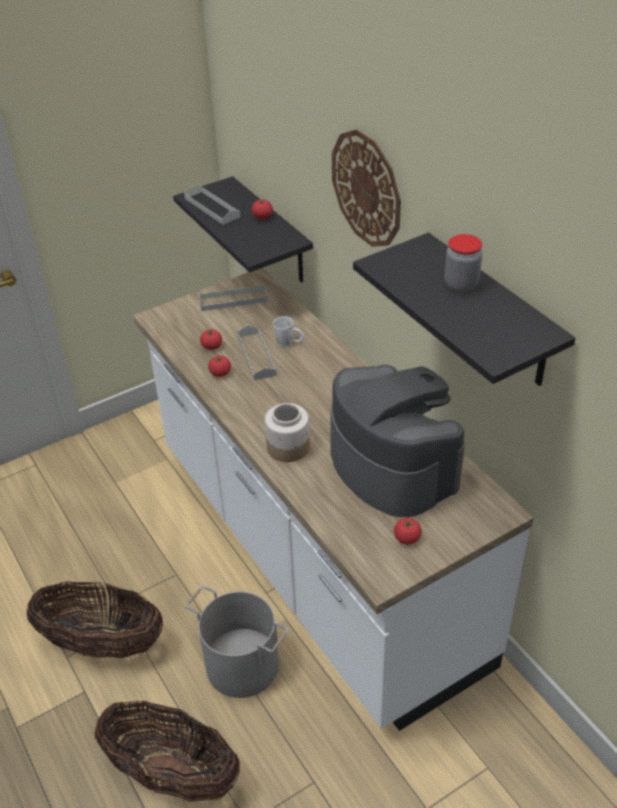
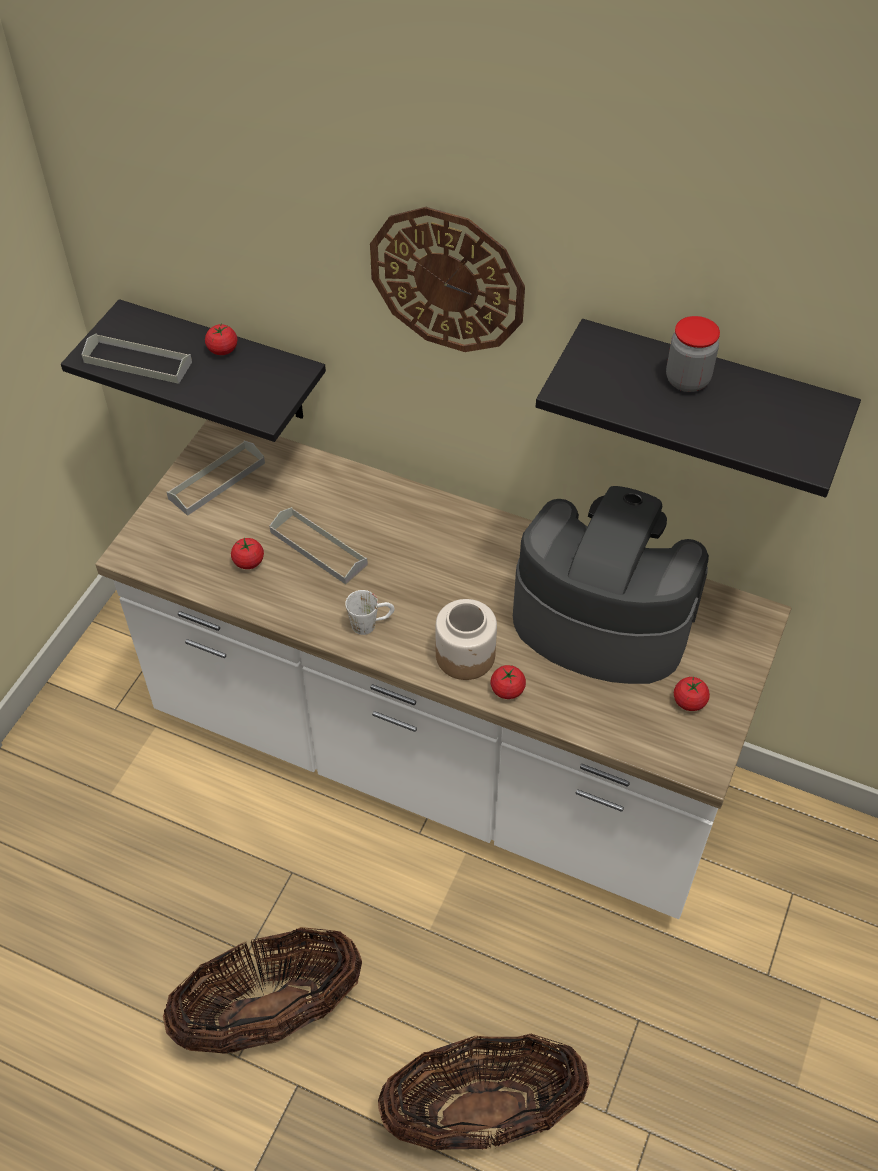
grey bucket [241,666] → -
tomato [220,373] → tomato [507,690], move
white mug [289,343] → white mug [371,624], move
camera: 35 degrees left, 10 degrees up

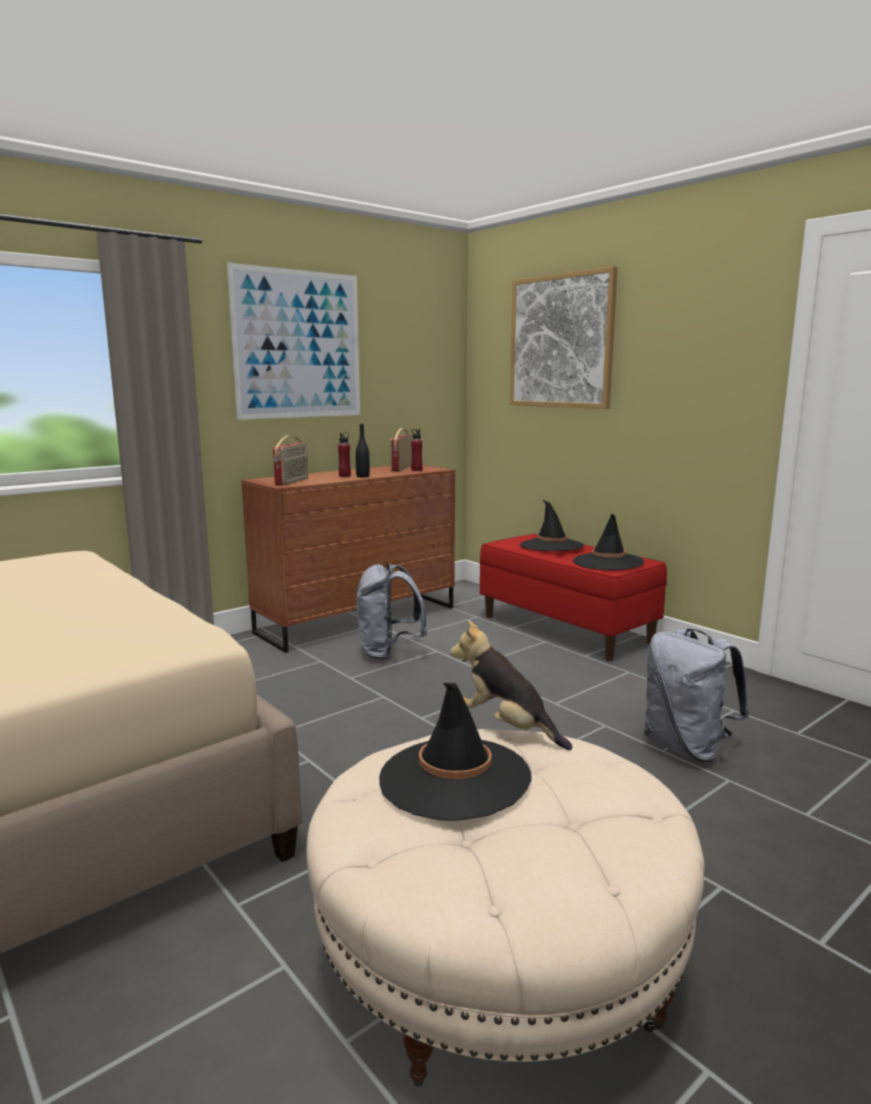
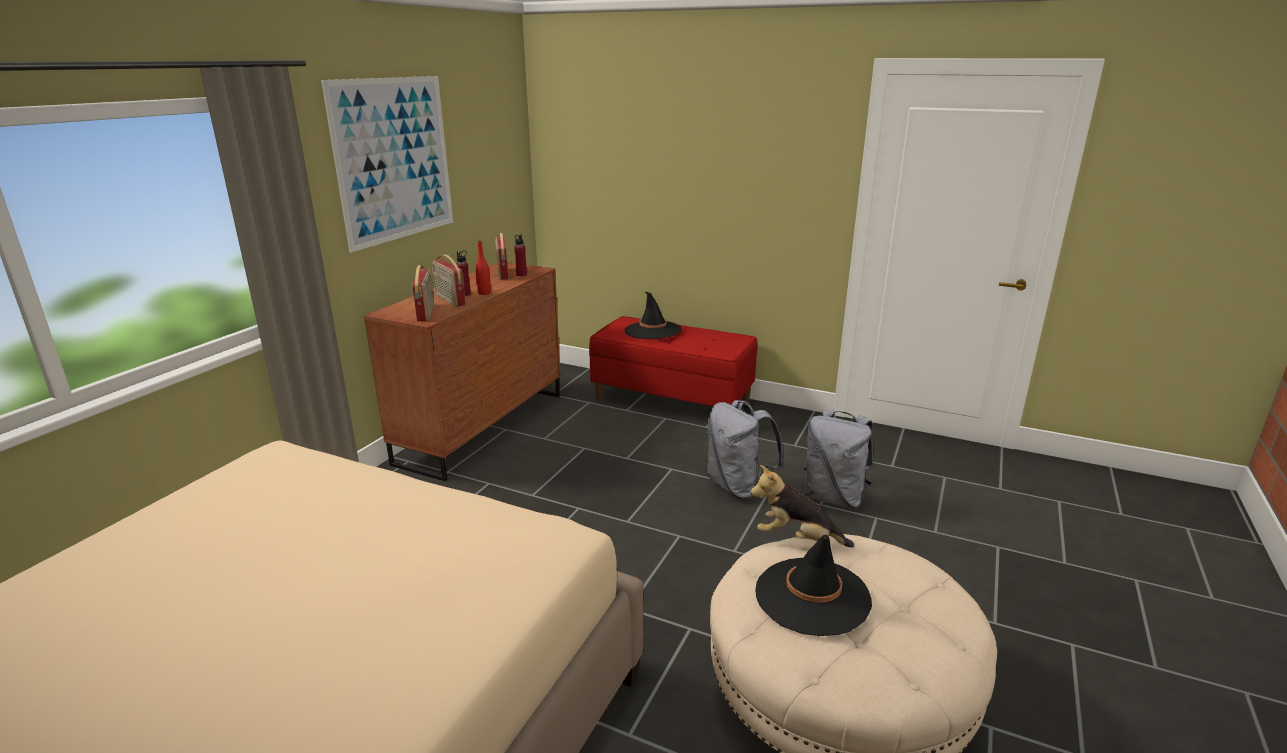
black bottle [362,476] → red bottle [484,293]
grey backpack [388,653] → grey backpack [738,487], move
picture [561,341] → -
black hat [608,562] → -
- → radio [449,300]
camera: 25 degrees left, 10 degrees up

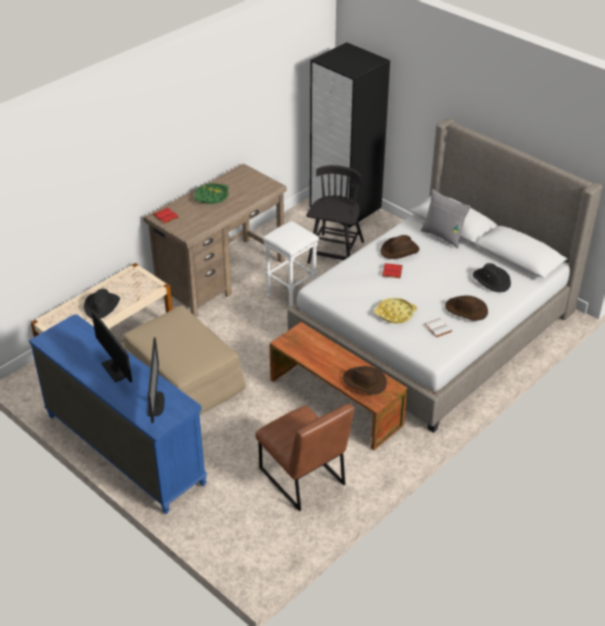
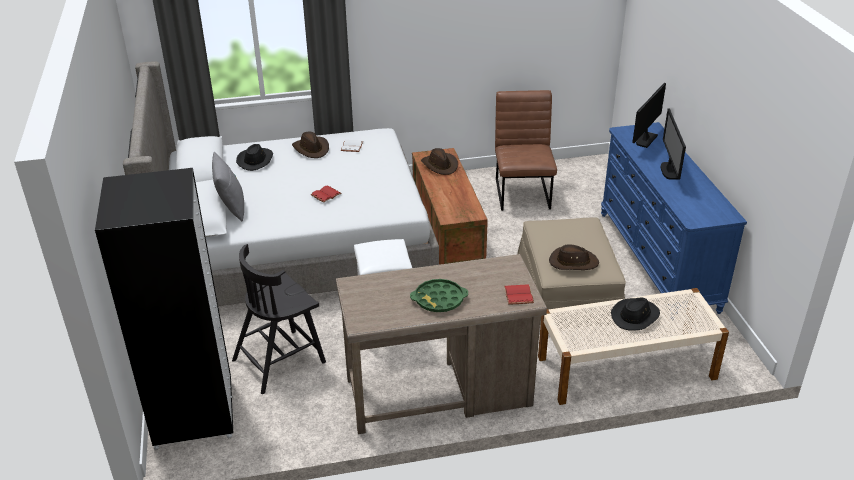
yellow tray [395,314] → -
brown hat [399,250] → brown hat [573,262], move
camera: 145 degrees left, 5 degrees down

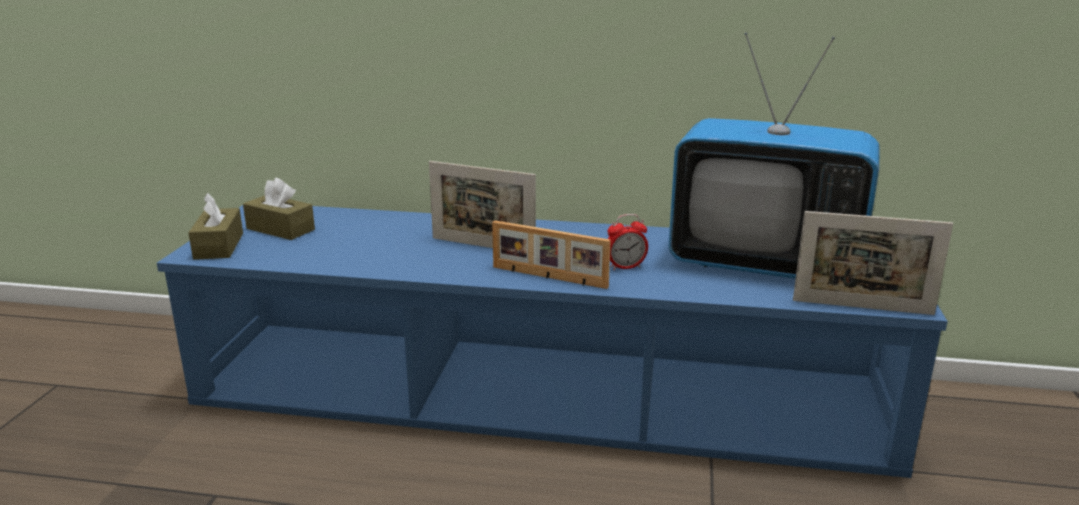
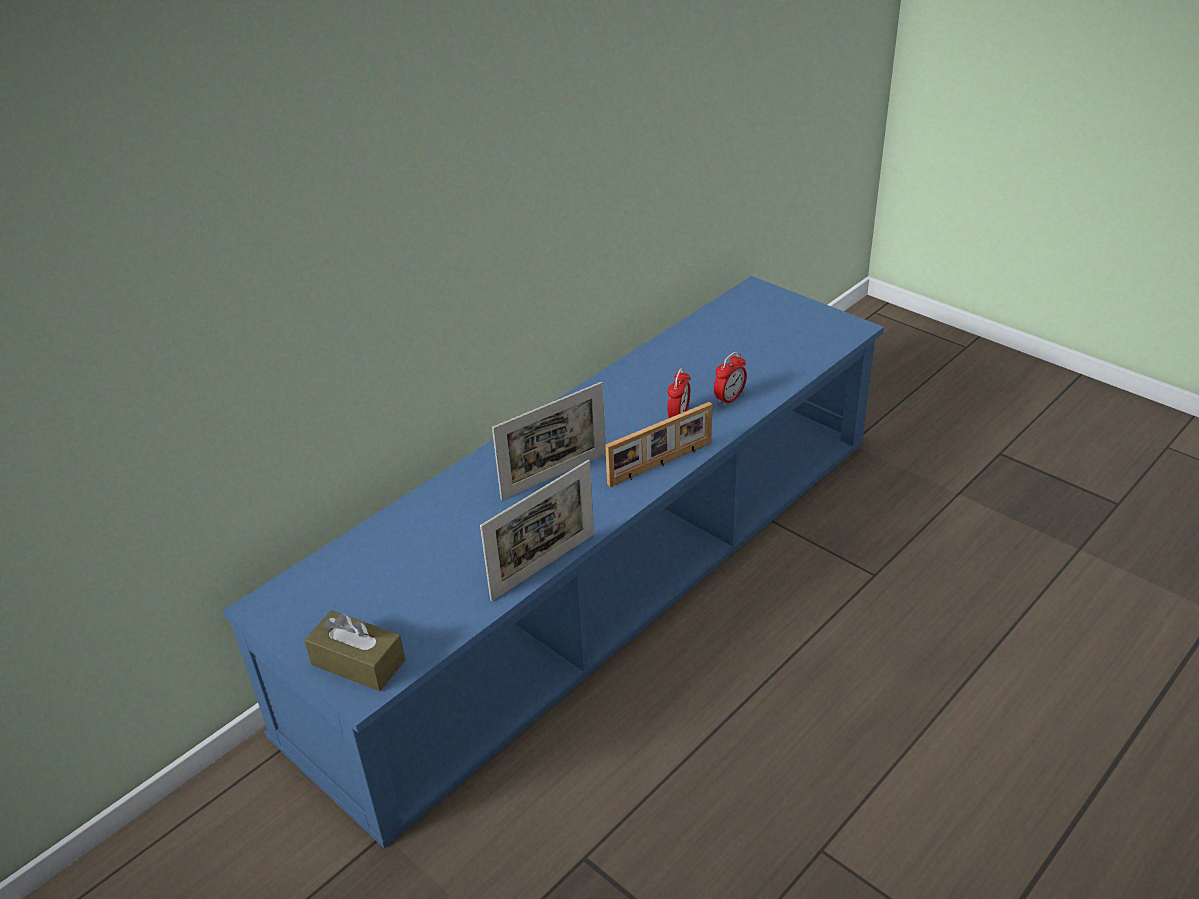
brown tissue box [280,229] → -
television [764,264] → -
picture frame [862,307] → picture frame [543,566], move
- → alarm clock [729,399]
camera: 55 degrees left, 15 degrees up

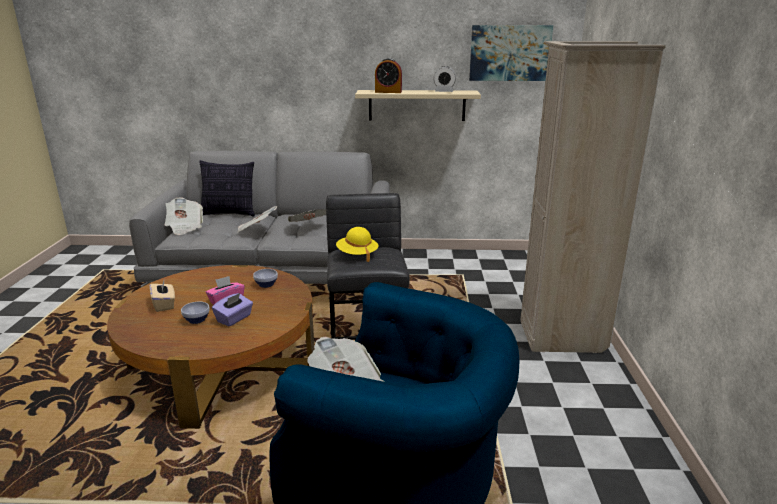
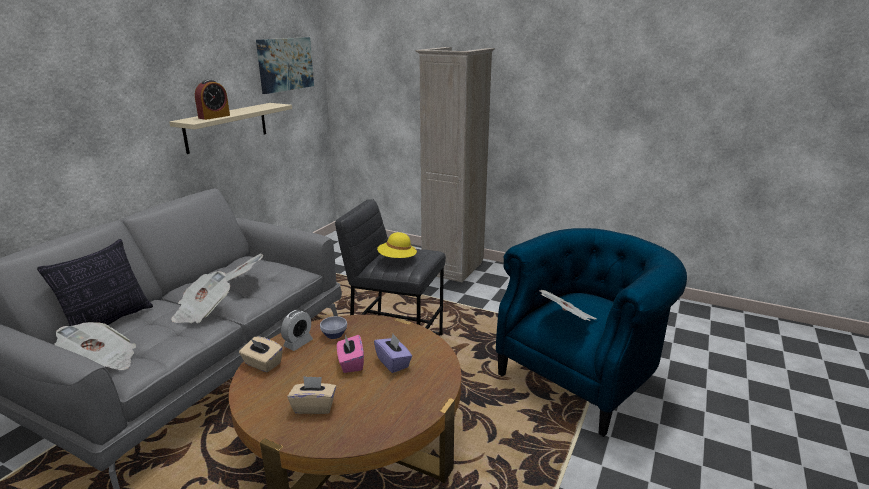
bowl [197,320] → -
alarm clock [444,91] → alarm clock [298,343], move
- → beige tissue box [262,364]
camera: 65 degrees left, 0 degrees up

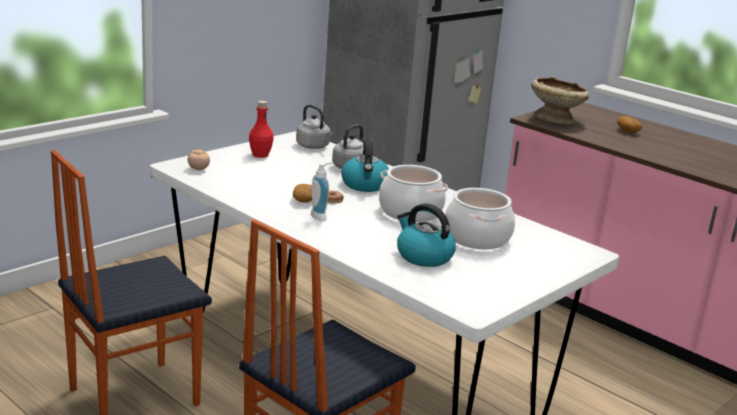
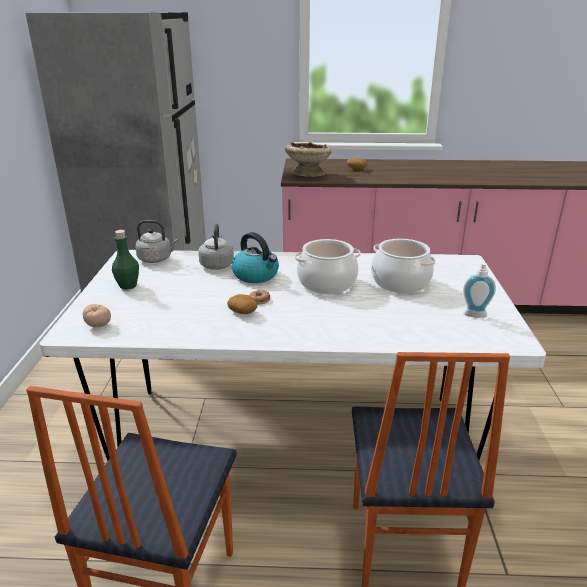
red bottle [260,155] → green bottle [128,286]
soap dispenser [321,216] → soap dispenser [474,313], move
kettle [423,256] → -
camera: 40 degrees left, 5 degrees up

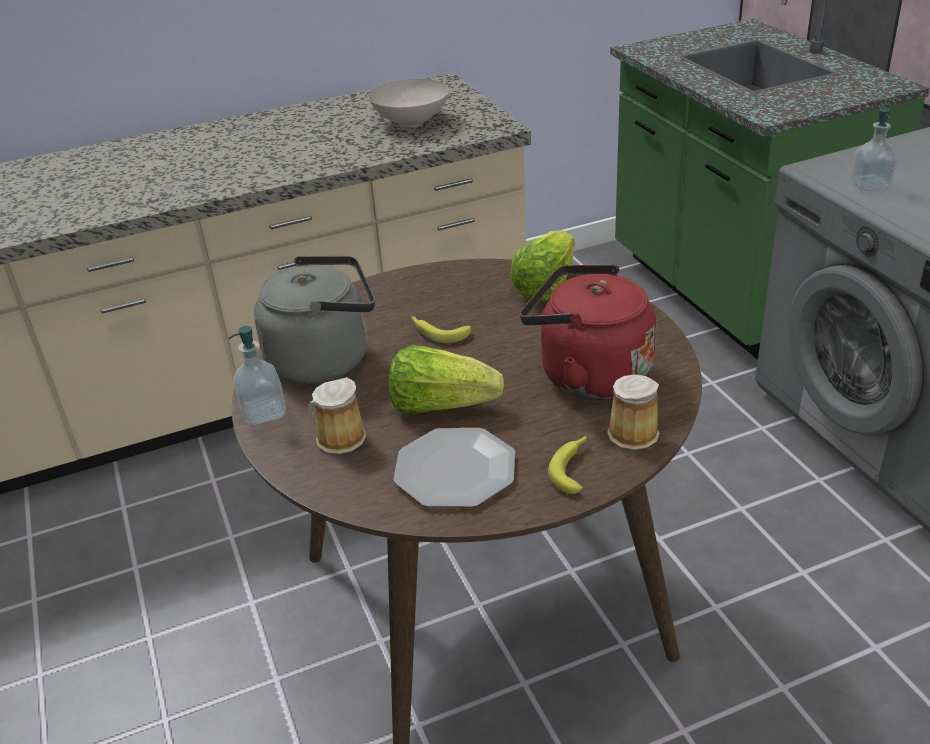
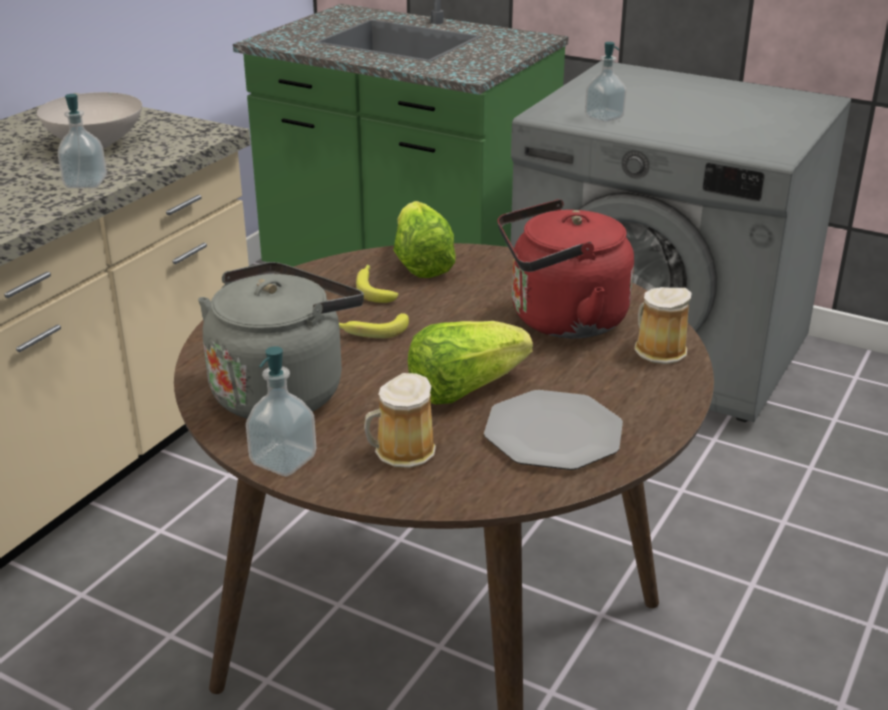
banana [573,468] → banana [374,288], move
- → soap dispenser [85,183]
camera: 40 degrees left, 5 degrees down

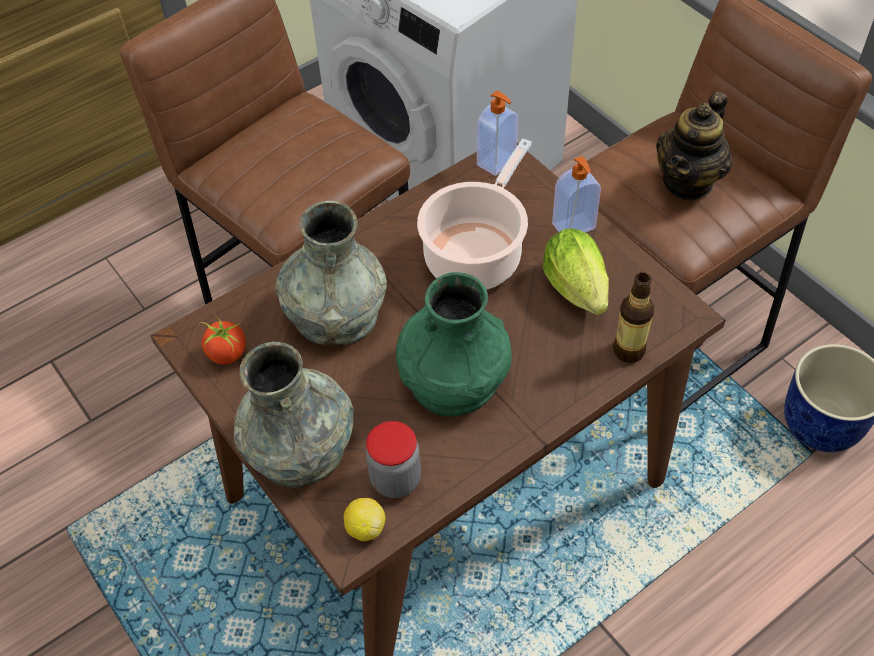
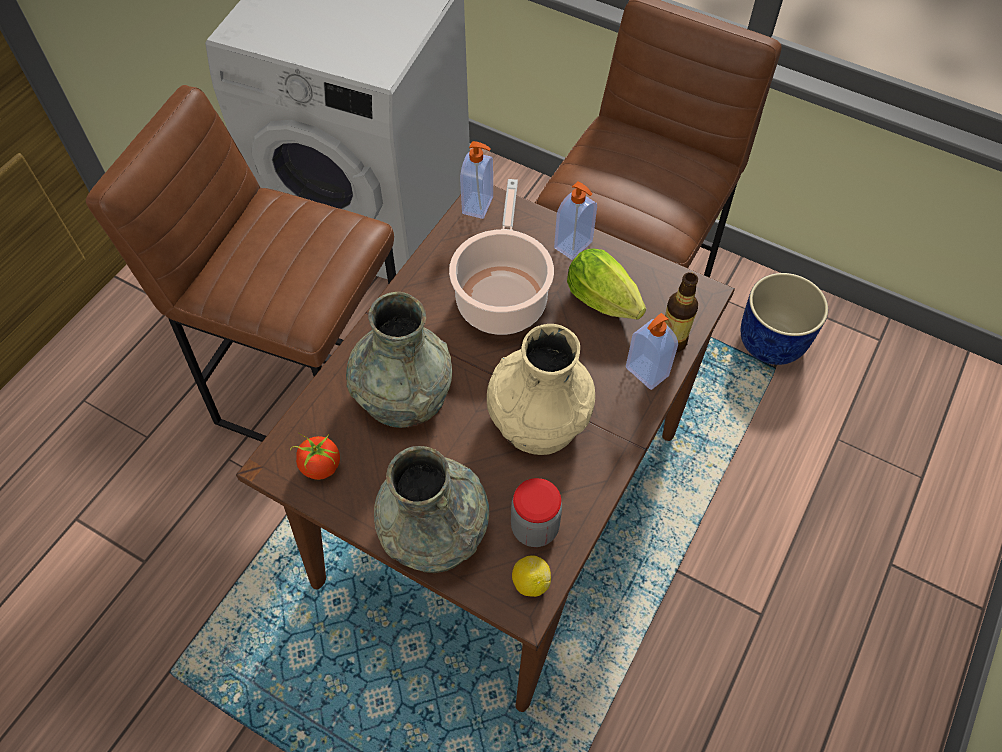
green vase [453,377] → beige vase [538,416]
teapot [688,182] → -
- → soap dispenser [645,373]
camera: 25 degrees left, 5 degrees up

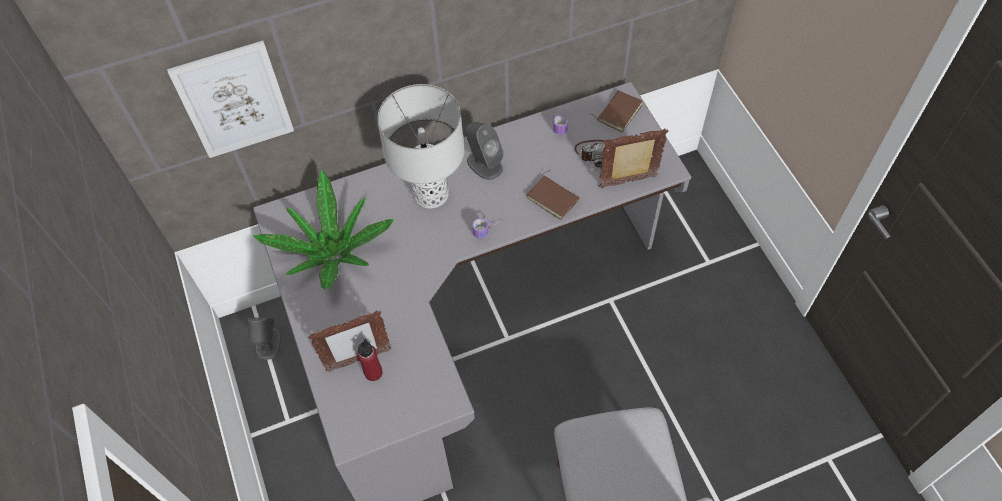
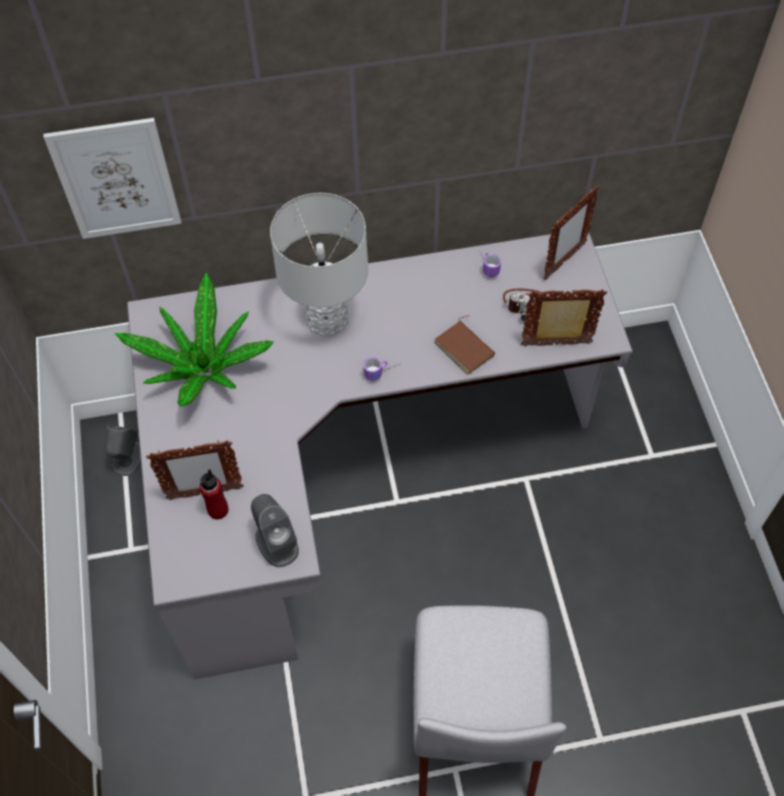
grey speaker [484,164] → grey speaker [276,542], move
brown book [618,112] → picture frame [564,261]
camera: 10 degrees right, 0 degrees up

